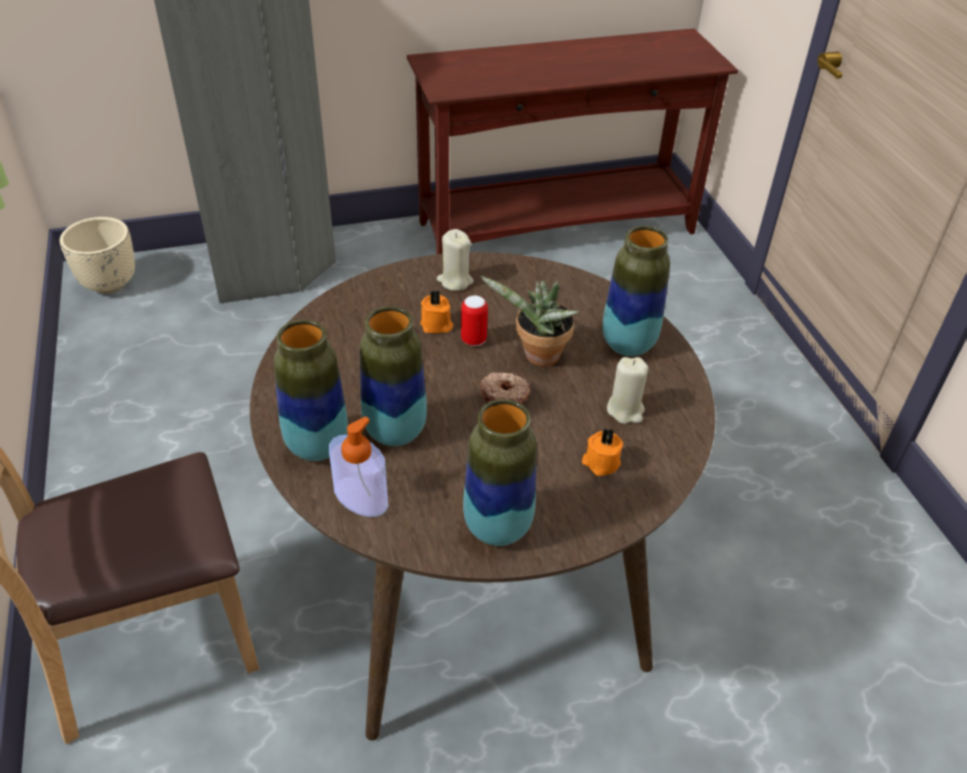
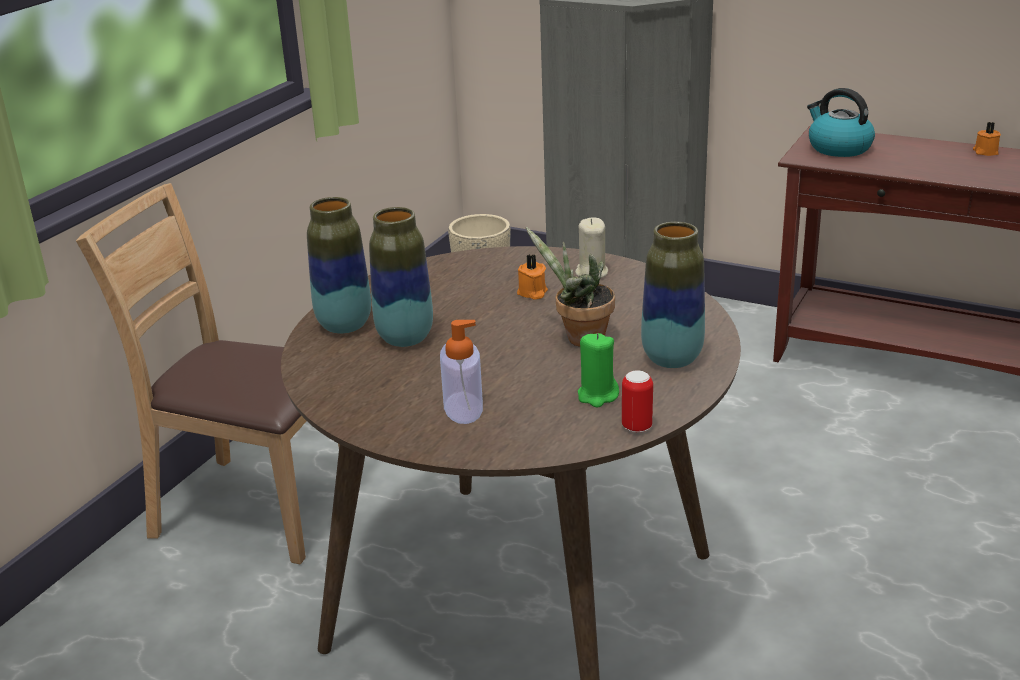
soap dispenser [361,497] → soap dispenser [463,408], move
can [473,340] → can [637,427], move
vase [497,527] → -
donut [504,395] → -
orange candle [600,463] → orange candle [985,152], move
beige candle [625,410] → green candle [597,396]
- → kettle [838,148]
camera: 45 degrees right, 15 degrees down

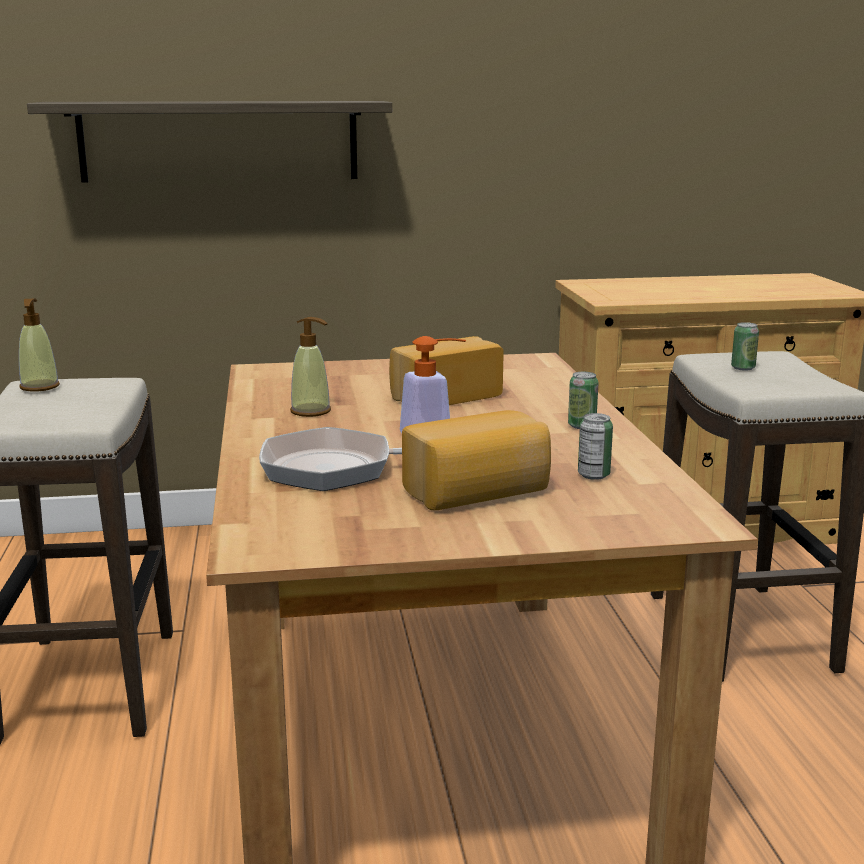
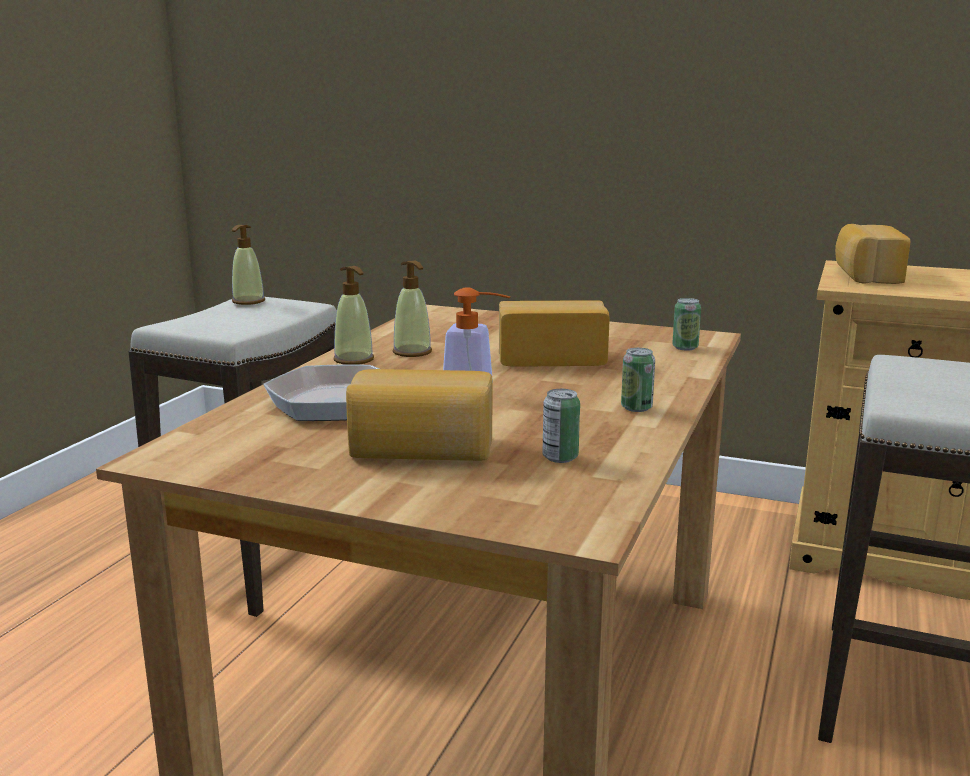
shelf [219,141] → -
can [743,368] → can [685,347], move
- → soap dispenser [354,360]
- → bread [865,275]
camera: 30 degrees right, 0 degrees up

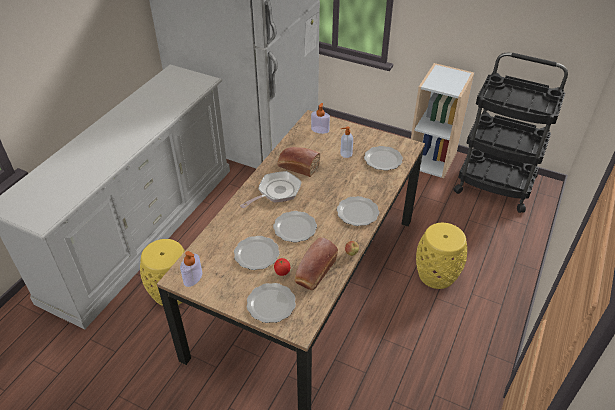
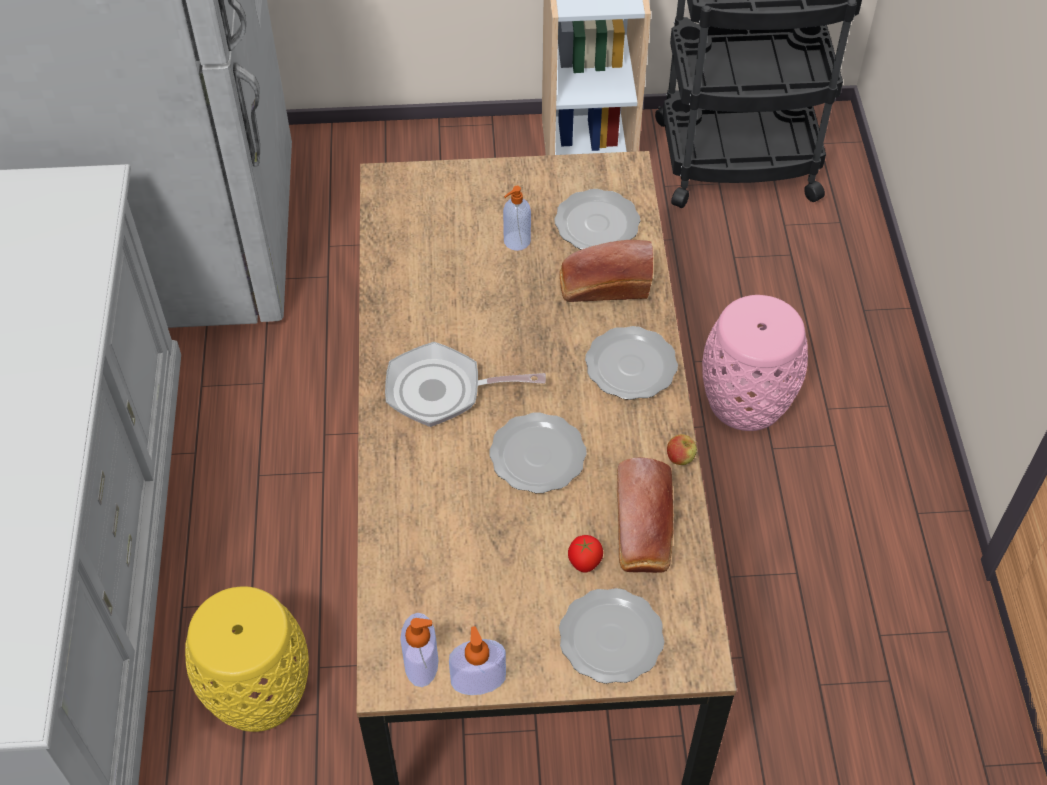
plate [257,254] → -
frying pan [276,192] → frying pan [442,391], 105 degrees counterclockwise
bread [297,167] → bread [603,286], move
soap dispenser [320,130] → soap dispenser [478,679], move
yellow stool [436,275] → pink stool [746,401]
camera: 30 degrees left, 10 degrees up

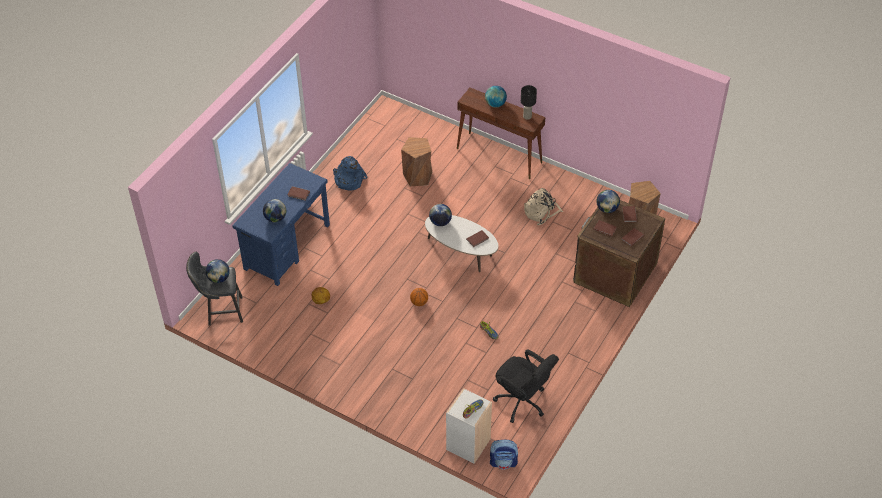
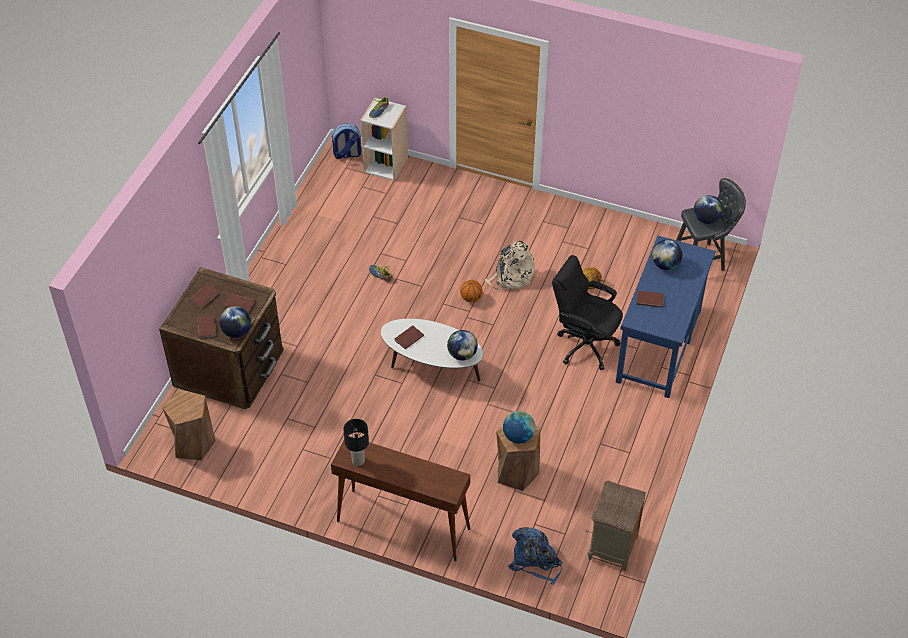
blue backpack [348,180] → blue backpack [535,561], move
globe [495,104] → globe [518,436], move
black office chair [523,403] → black office chair [583,345], move
beige backpack [541,212] → beige backpack [511,276], move
- → beige nightstand [612,547]
camera: 170 degrees right, 0 degrees up

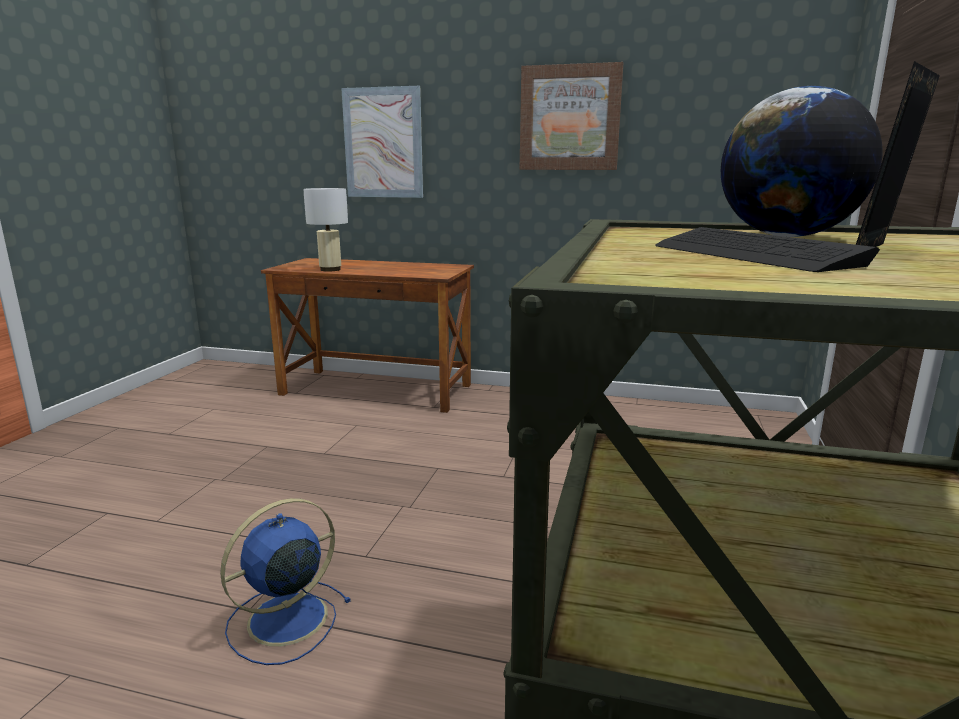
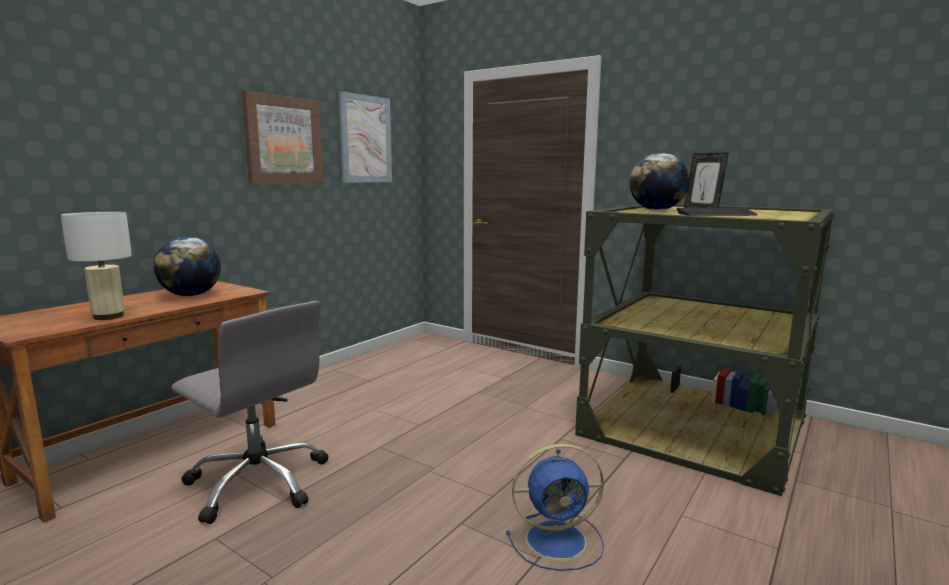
blue fan [284,620] → blue fan [558,540], 75 degrees counterclockwise
picture [383,143] → picture [366,139], move
- → globe [191,295]
- → grey office chair [258,482]
camera: 70 degrees left, 5 degrees down

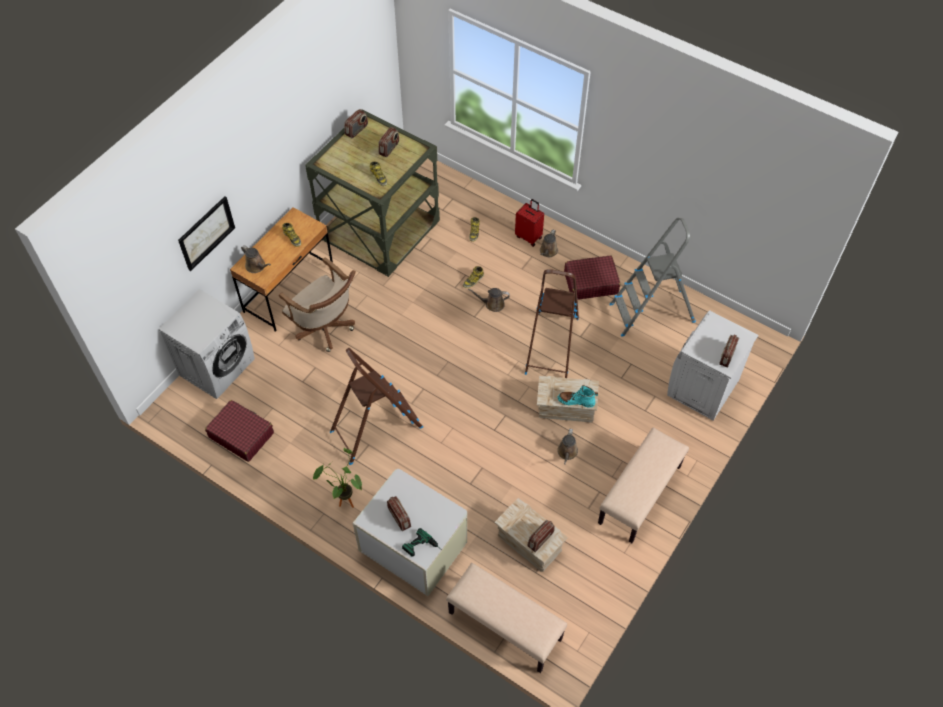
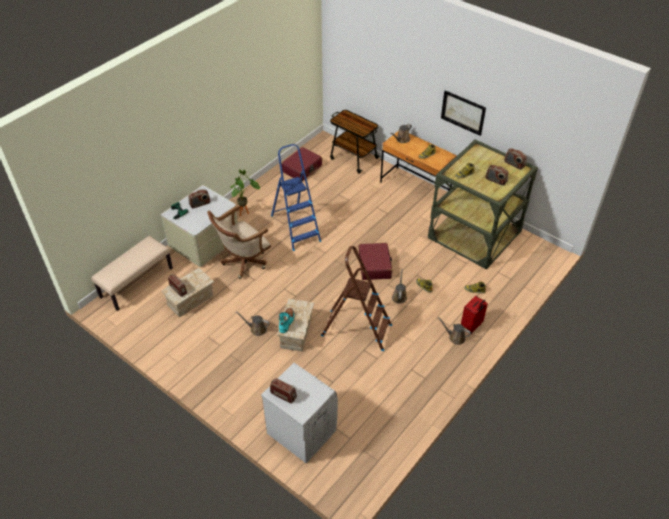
white washing machine [217,367] → cart [353,158]
picture [206,233] → picture [463,112], move
office chair [326,330] → office chair [243,263], move
brown step ladder [377,429] → blue step ladder [295,228]
red suitcase [590,283] → red suitcase [374,265], move
beige bench [640,495] → -
grey step ladder [651,313] → -
camera: 95 degrees right, 10 degrees down

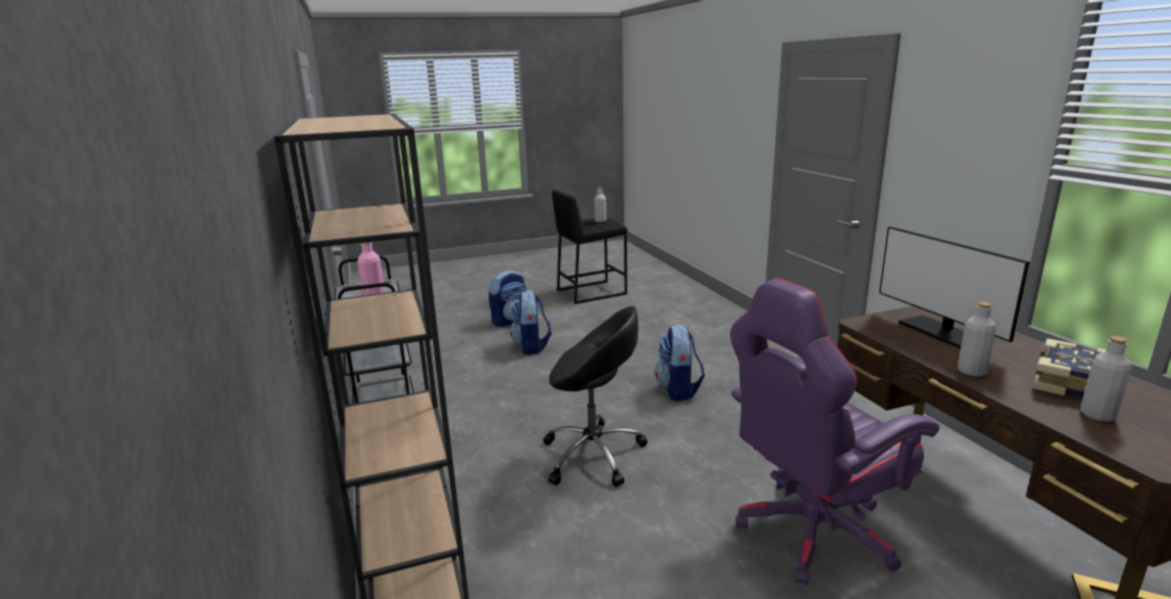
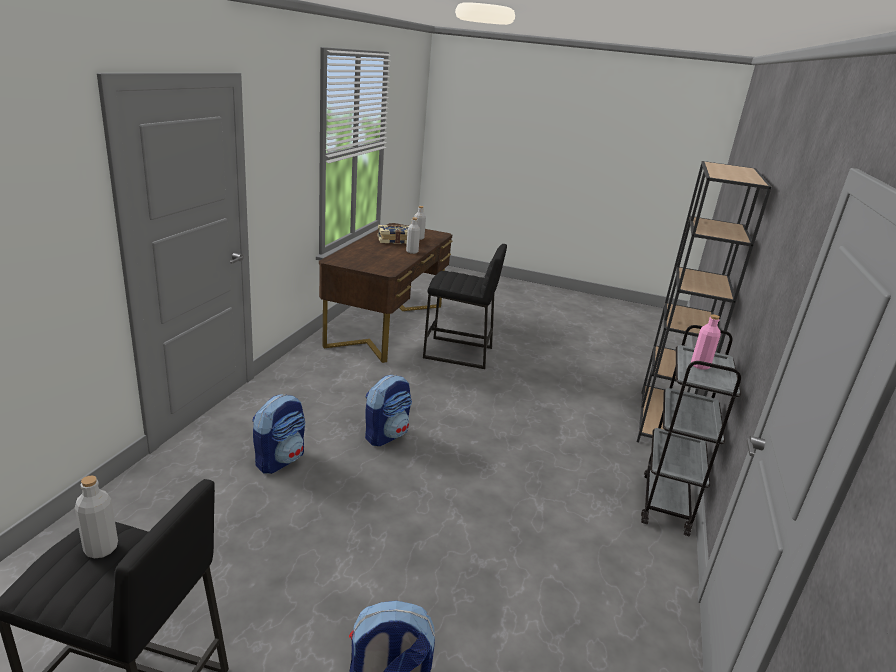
backpack [531,347] → backpack [280,459], move
black office chair [595,455] → -
purple office chair [815,530] → black stool [458,352]
monitor [941,332] → -
camera: 145 degrees left, 5 degrees up

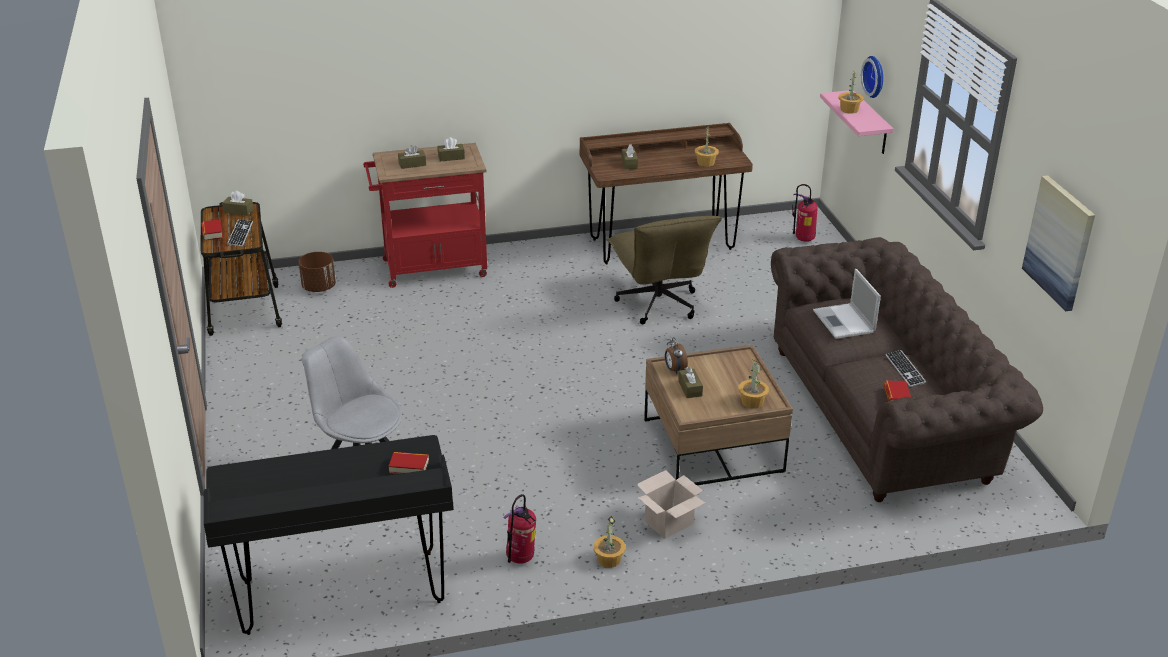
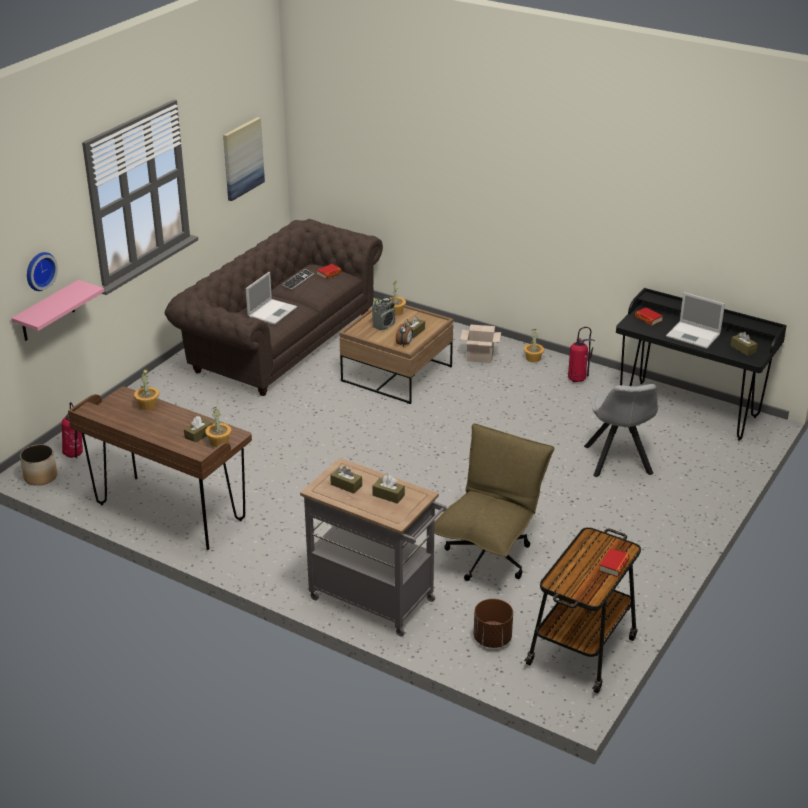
brown tissue box [238,211] → brown tissue box [743,349], move
keyboard [240,234] → -
red cart [431,268] → grey cart [375,601]
beige office chair [657,303] → beige office chair [487,557], move
potted plant [849,109] → potted plant [219,442], move
- → planter [40,477]
- → radio [384,325]
- → laptop [694,335]
camera: 135 degrees left, 0 degrees up

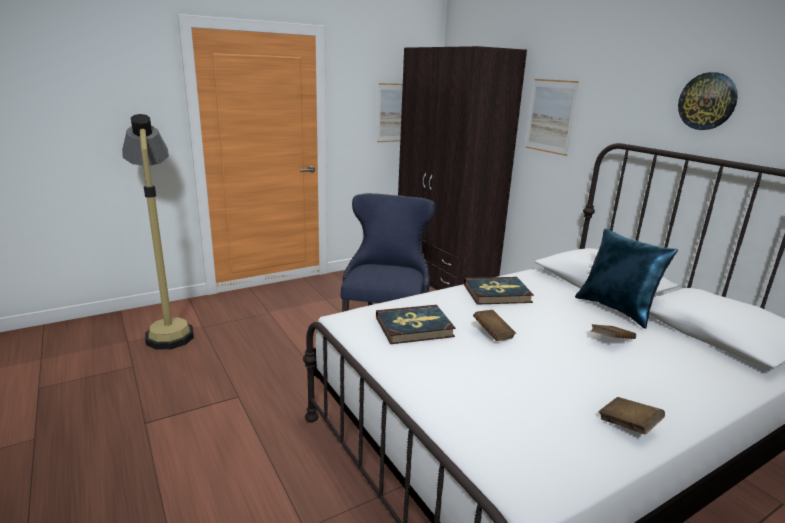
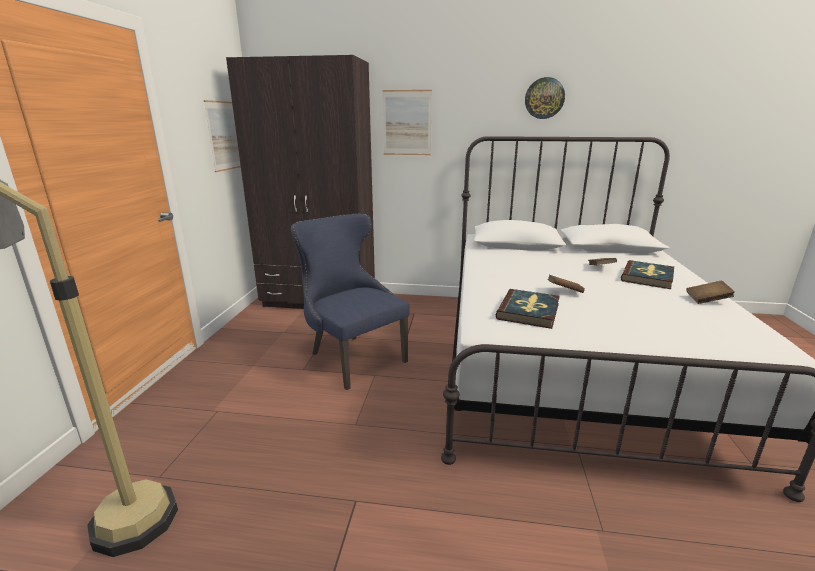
book [497,293] → book [647,277], move
blue pillow [616,309] → -
camera: 50 degrees left, 0 degrees up

